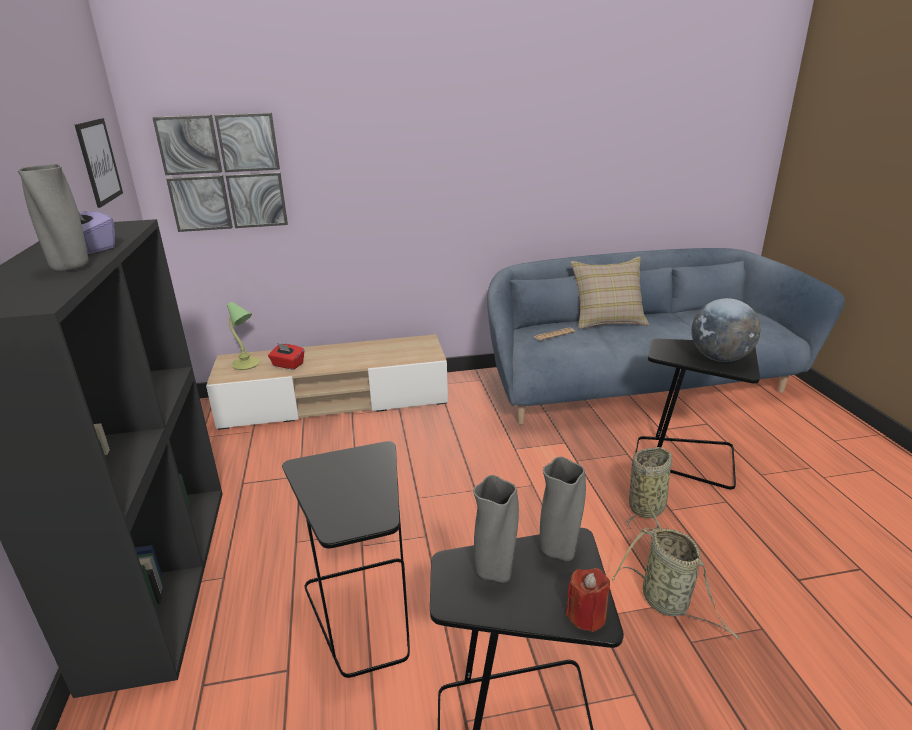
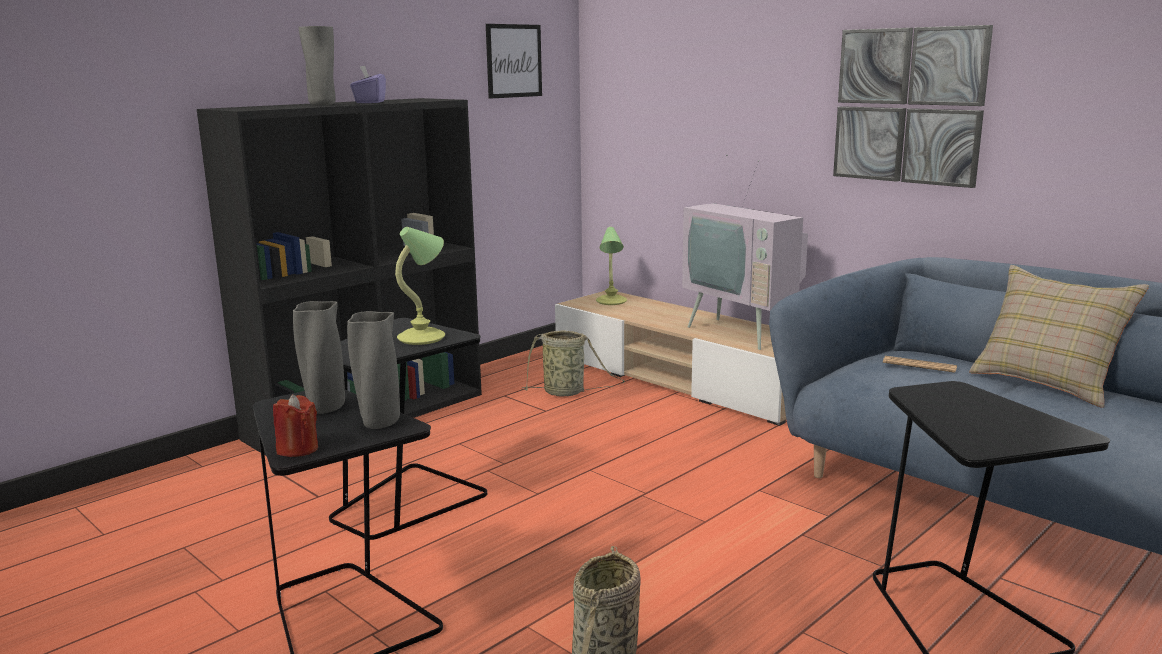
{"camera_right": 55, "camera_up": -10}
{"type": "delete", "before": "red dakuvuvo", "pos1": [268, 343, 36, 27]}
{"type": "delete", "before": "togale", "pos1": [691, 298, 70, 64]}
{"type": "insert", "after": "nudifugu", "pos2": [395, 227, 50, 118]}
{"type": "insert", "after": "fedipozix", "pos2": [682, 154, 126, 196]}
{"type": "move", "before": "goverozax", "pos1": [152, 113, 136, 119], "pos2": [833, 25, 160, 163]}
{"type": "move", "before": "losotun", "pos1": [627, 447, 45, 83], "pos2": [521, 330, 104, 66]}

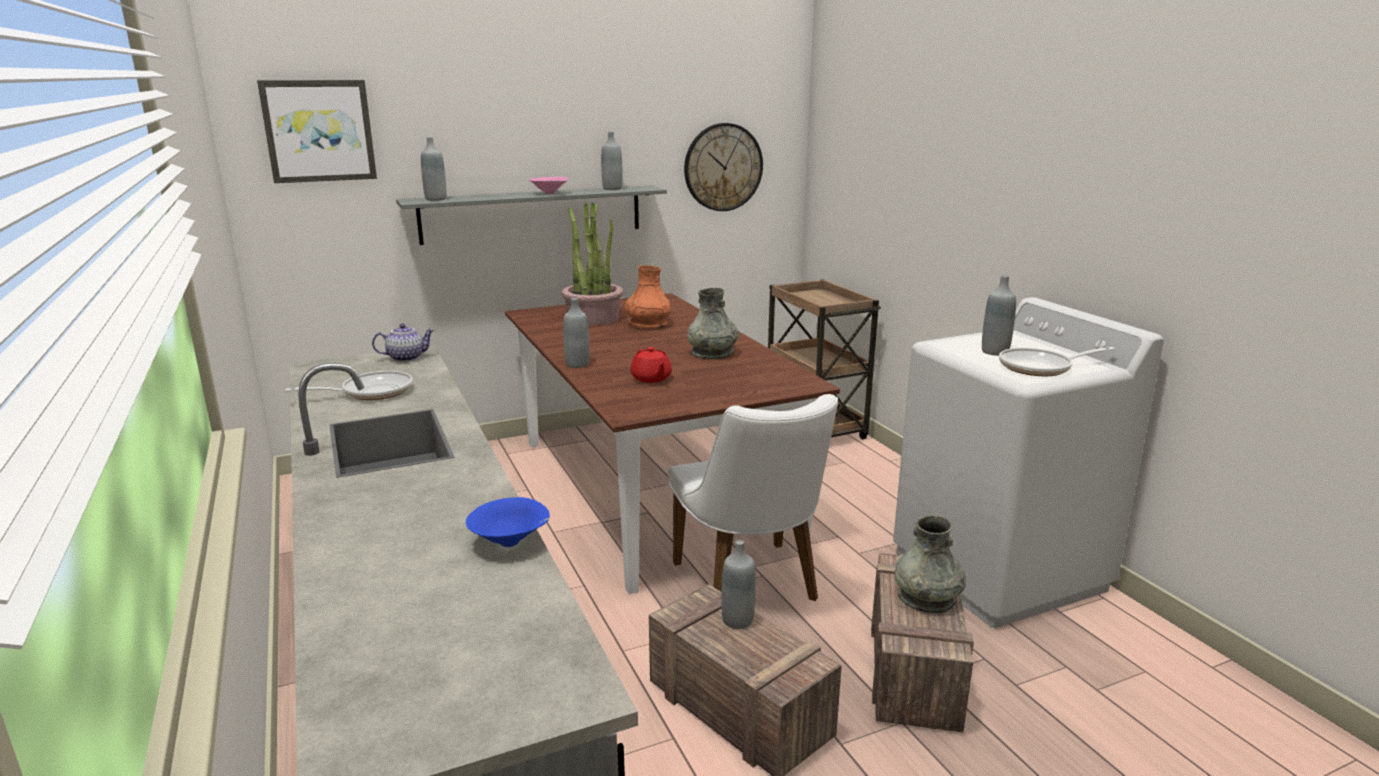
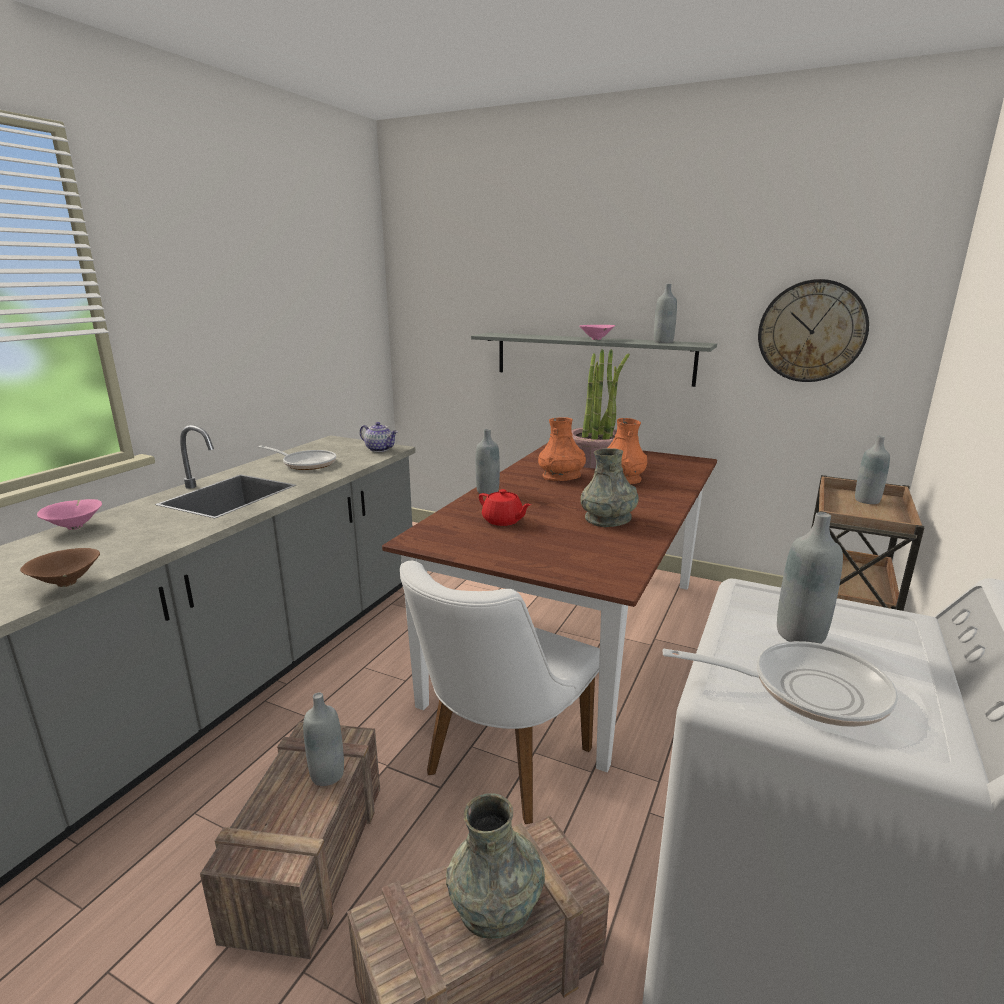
{"camera_right": 50, "camera_up": 0}
{"type": "delete", "before": "goverozax", "pos1": [257, 80, 120, 103]}
{"type": "insert", "after": "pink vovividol", "pos2": [37, 499, 65, 31]}
{"type": "insert", "after": "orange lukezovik", "pos2": [538, 417, 48, 64]}
{"type": "move", "before": "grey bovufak", "pos1": [421, 137, 26, 64], "pos2": [855, 436, 35, 68]}
{"type": "recolor", "before": "blue vovividol", "after": "brown vovividol", "pos1": [466, 497, 84, 50], "pos2": [20, 548, 80, 39]}
{"type": "rotate", "before": "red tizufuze", "pos1": [630, 347, 42, 36], "pos2": [479, 489, 52, 37], "turn": -75}
{"type": "rotate", "before": "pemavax", "pos1": [999, 347, 116, 29], "pos2": [663, 641, 235, 86], "turn": 150}

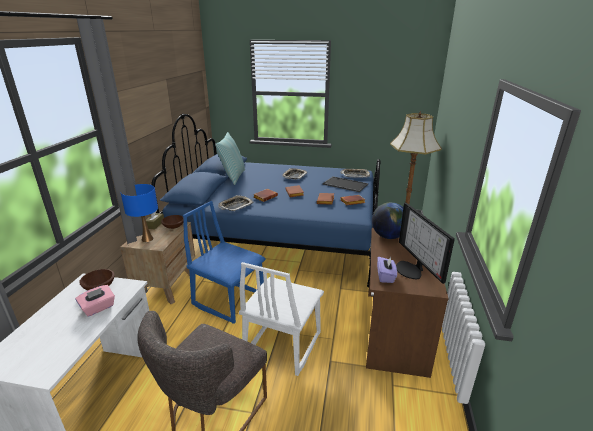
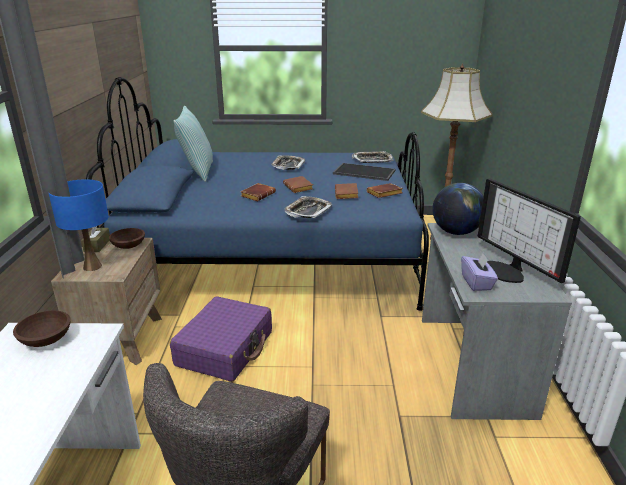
{"camera_right": -10, "camera_up": 0}
{"type": "delete", "before": "pink dakuvuvo", "pos1": [75, 285, 40, 32]}
{"type": "delete", "before": "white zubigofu", "pos1": [239, 262, 85, 114]}
{"type": "move", "before": "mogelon", "pos1": [218, 195, 35, 16], "pos2": [284, 196, 48, 22]}
{"type": "replace", "before": "blue zubigofu", "after": "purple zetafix", "pos1": [183, 201, 83, 123], "pos2": [170, 296, 102, 86]}
{"type": "recolor", "before": "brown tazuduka", "after": "grey tazuduka", "pos1": [366, 228, 83, 150], "pos2": [422, 223, 150, 197]}

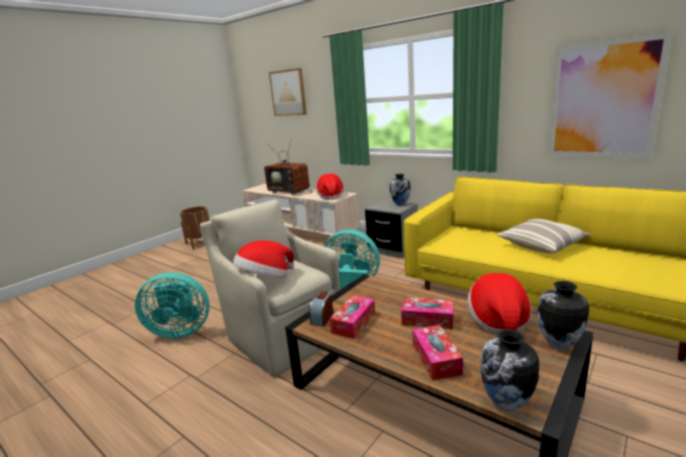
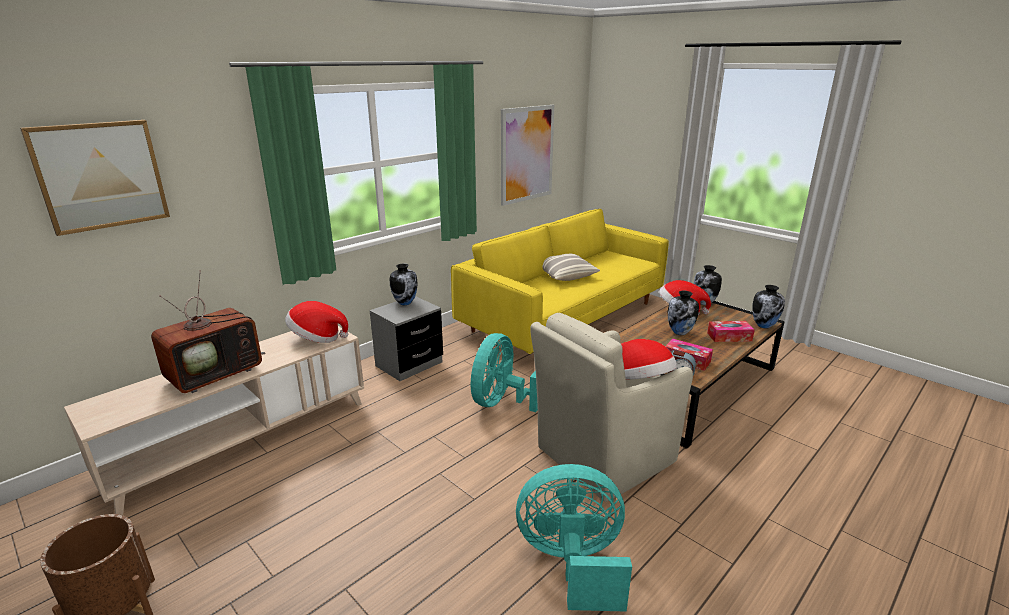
{"camera_right": -85, "camera_up": 5}
{"type": "replace", "before": "dakuvuvo", "after": "lukezovik", "pos1": [401, 297, 53, 32], "pos2": [668, 291, 31, 44]}
{"type": "rotate", "before": "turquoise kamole", "pos1": [135, 272, 75, 67], "pos2": [516, 464, 116, 148], "turn": -90}

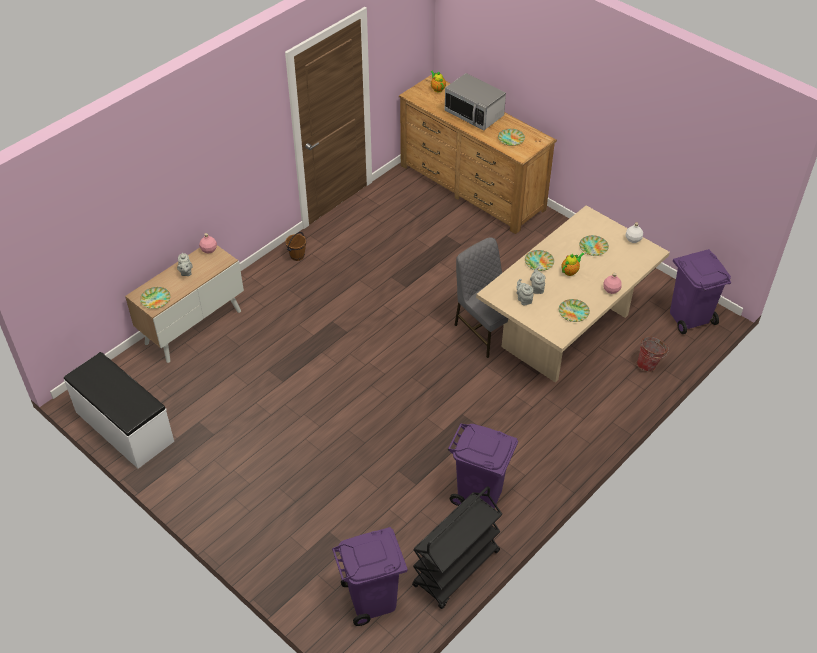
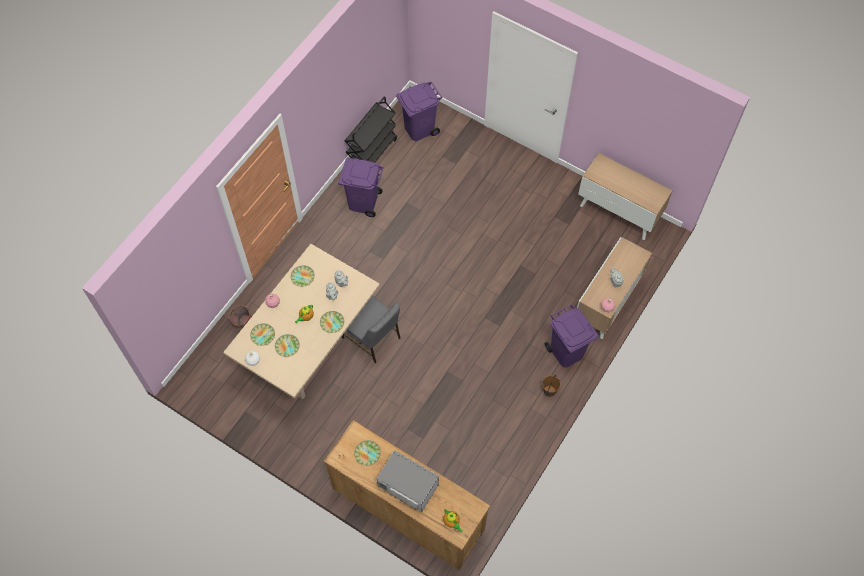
{"camera_right": 170, "camera_up": 15}
{"type": "move", "before": "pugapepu", "pos1": [140, 287, 30, 22], "pos2": [250, 323, 25, 23]}
{"type": "move", "before": "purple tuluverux", "pos1": [670, 249, 61, 85], "pos2": [545, 304, 54, 64]}
{"type": "replace", "before": "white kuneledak", "after": "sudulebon", "pos1": [64, 352, 110, 117], "pos2": [578, 153, 94, 87]}

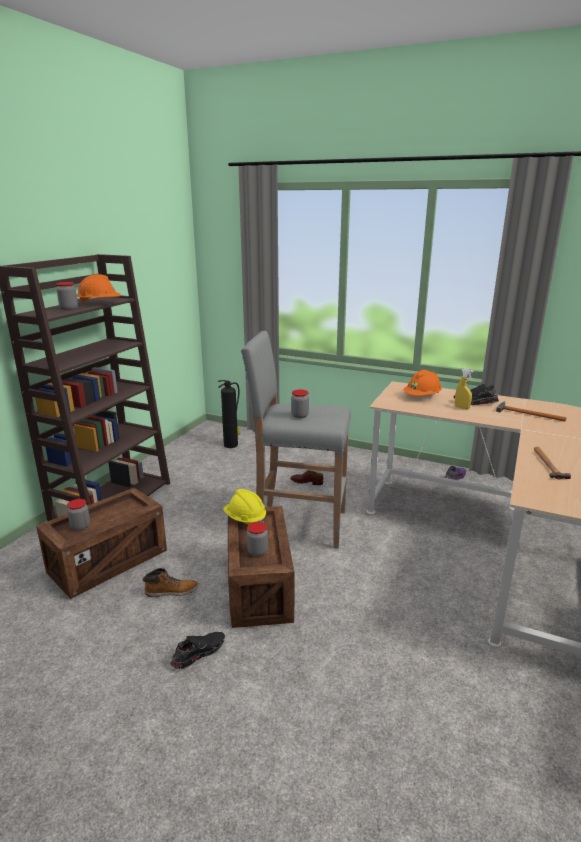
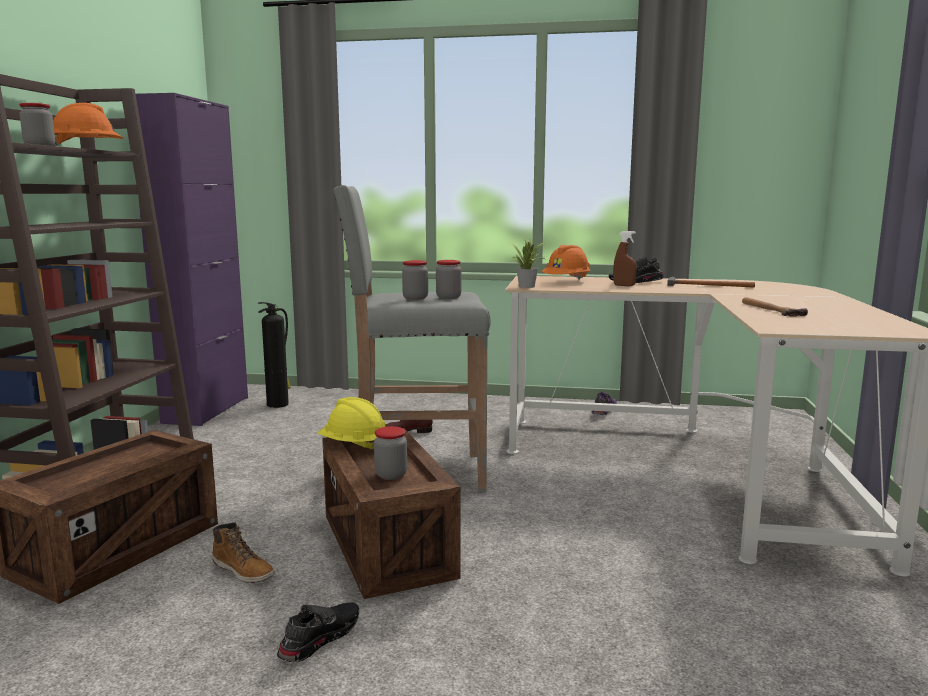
{"camera_right": -15, "camera_up": -10}
{"type": "insert", "after": "purple sudulebon", "pos2": [136, 93, 112, 333]}
{"type": "insert", "after": "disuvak", "pos2": [511, 238, 35, 50]}
{"type": "move", "before": "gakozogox", "pos1": [67, 499, 23, 32], "pos2": [436, 260, 26, 39]}
{"type": "recolor", "before": "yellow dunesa", "after": "brown dunesa", "pos1": [455, 369, 18, 41], "pos2": [613, 231, 24, 55]}
{"type": "rotate", "before": "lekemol", "pos1": [143, 568, 55, 29], "pos2": [212, 522, 63, 61], "turn": 60}

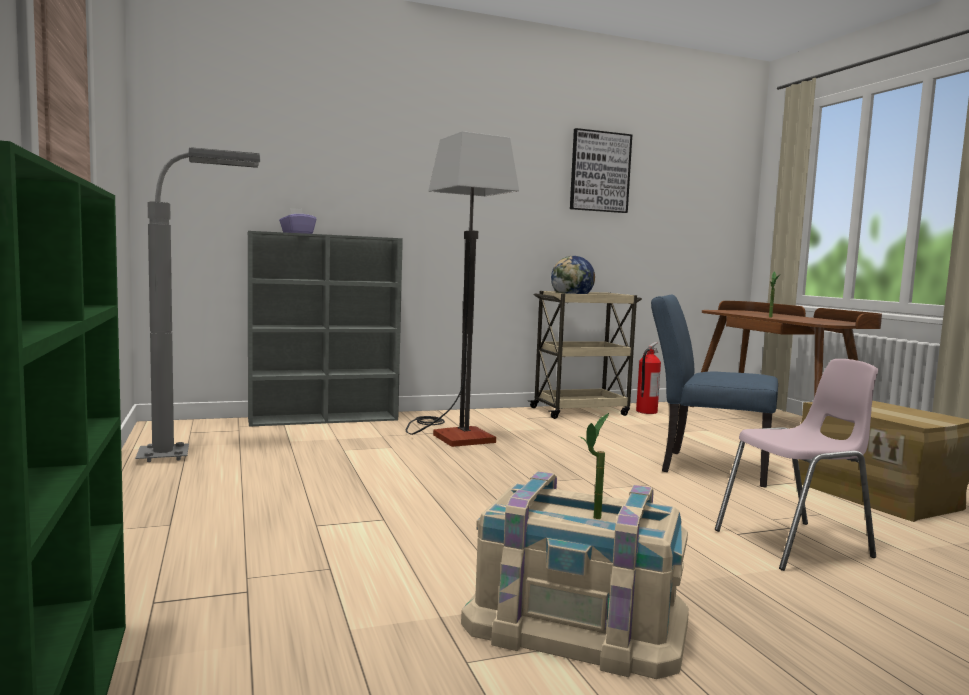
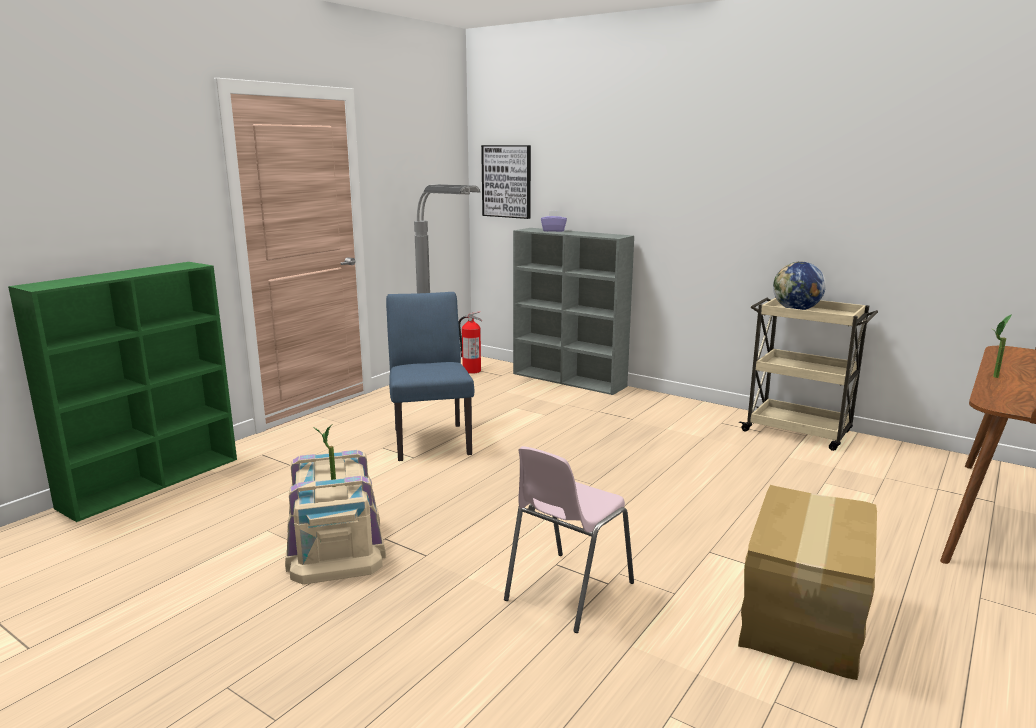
{"camera_right": 55, "camera_up": 10}
{"type": "delete", "before": "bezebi", "pos1": [406, 131, 113, 316]}
{"type": "move", "before": "goverozax", "pos1": [570, 128, 62, 85], "pos2": [481, 145, 50, 74]}
{"type": "move", "before": "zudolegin", "pos1": [636, 342, 25, 72], "pos2": [459, 311, 24, 63]}
{"type": "move", "before": "blue zubigofu", "pos1": [651, 295, 127, 193], "pos2": [386, 292, 88, 169]}
{"type": "rotate", "before": "pink zubigofu", "pos1": [715, 359, 163, 212], "pos2": [504, 446, 130, 187], "turn": 90}

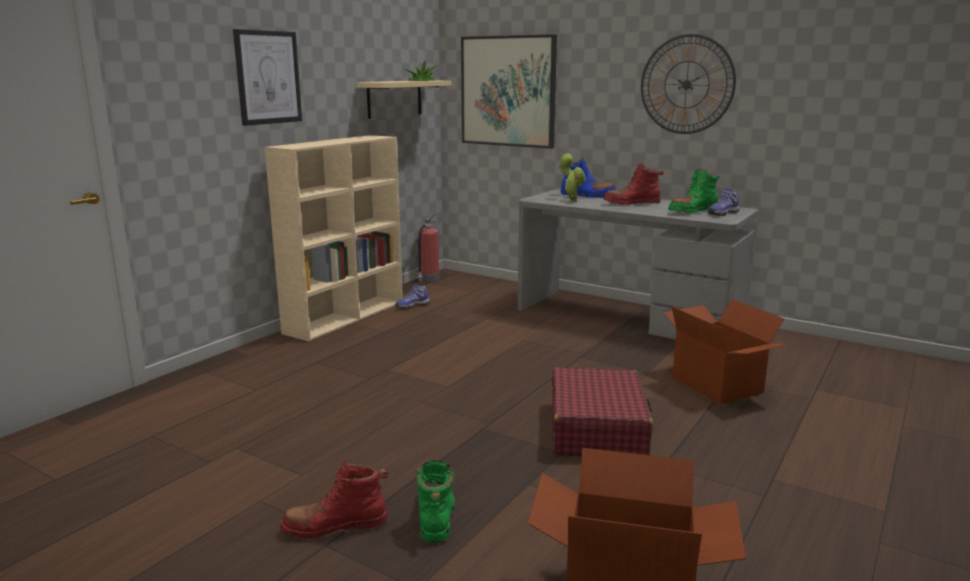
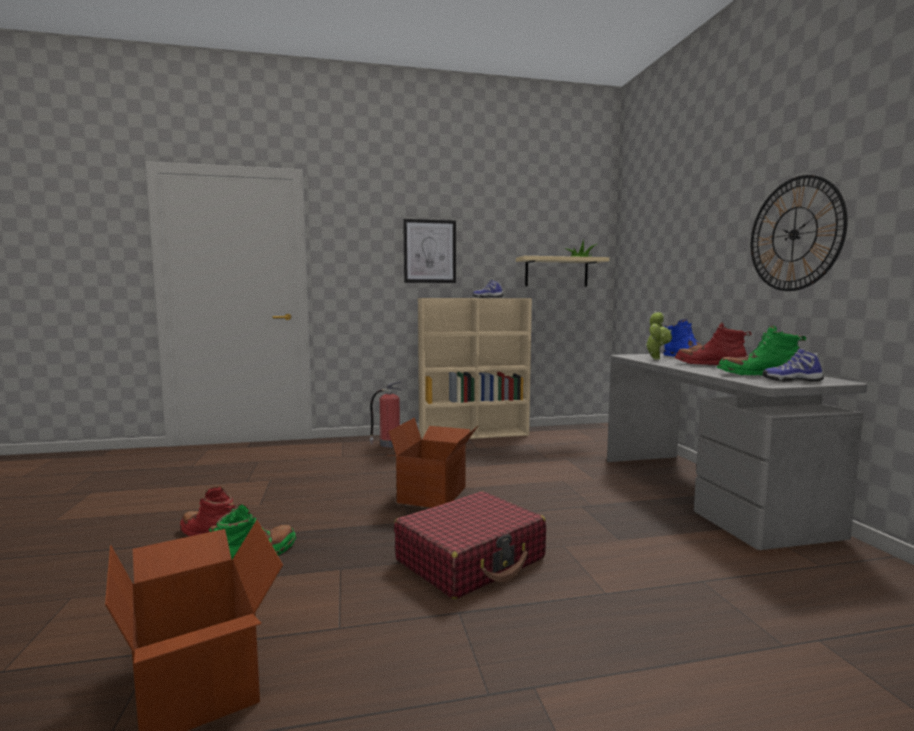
{"camera_right": 45, "camera_up": -10}
{"type": "delete", "before": "goverozax", "pos1": [461, 34, 96, 115]}
{"type": "move", "before": "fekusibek", "pos1": [395, 285, 35, 24], "pos2": [472, 279, 32, 19]}
{"type": "move", "before": "zudolegin", "pos1": [418, 214, 22, 68], "pos2": [369, 381, 33, 66]}
{"type": "move", "before": "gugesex", "pos1": [663, 299, 126, 106], "pos2": [389, 418, 89, 90]}

